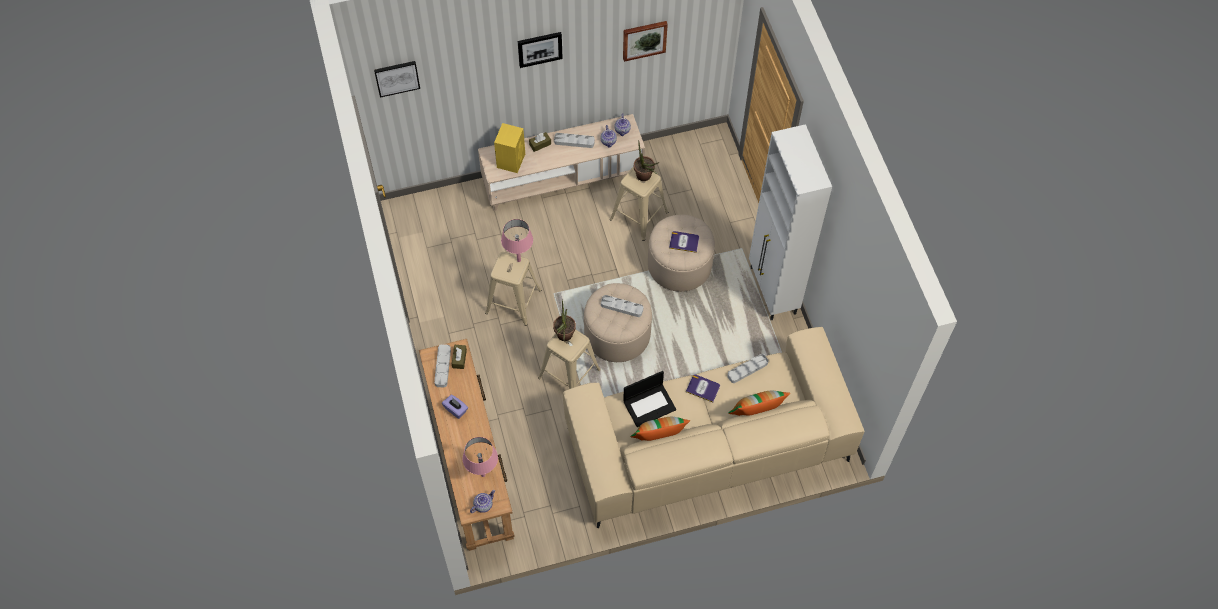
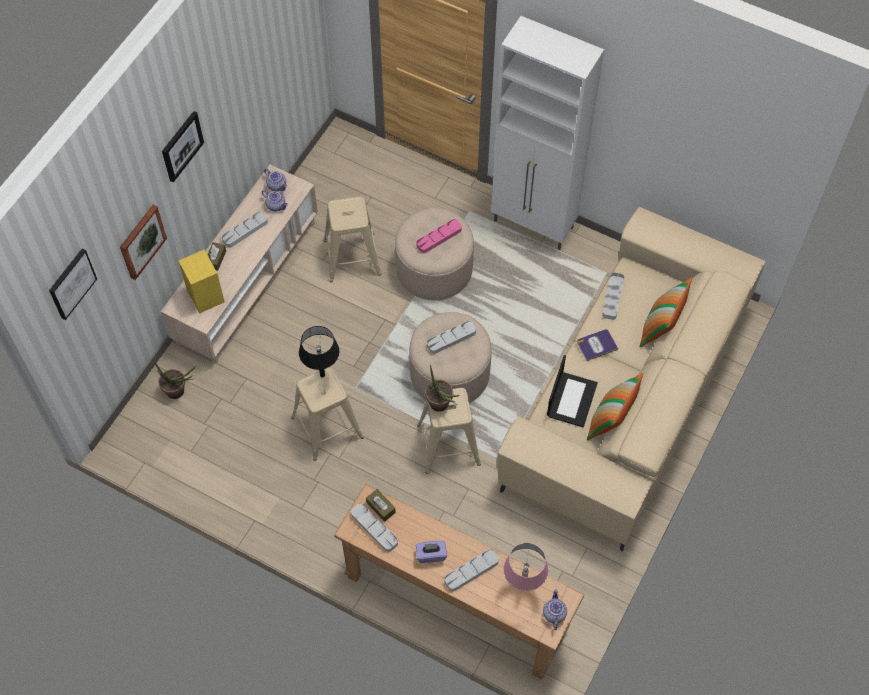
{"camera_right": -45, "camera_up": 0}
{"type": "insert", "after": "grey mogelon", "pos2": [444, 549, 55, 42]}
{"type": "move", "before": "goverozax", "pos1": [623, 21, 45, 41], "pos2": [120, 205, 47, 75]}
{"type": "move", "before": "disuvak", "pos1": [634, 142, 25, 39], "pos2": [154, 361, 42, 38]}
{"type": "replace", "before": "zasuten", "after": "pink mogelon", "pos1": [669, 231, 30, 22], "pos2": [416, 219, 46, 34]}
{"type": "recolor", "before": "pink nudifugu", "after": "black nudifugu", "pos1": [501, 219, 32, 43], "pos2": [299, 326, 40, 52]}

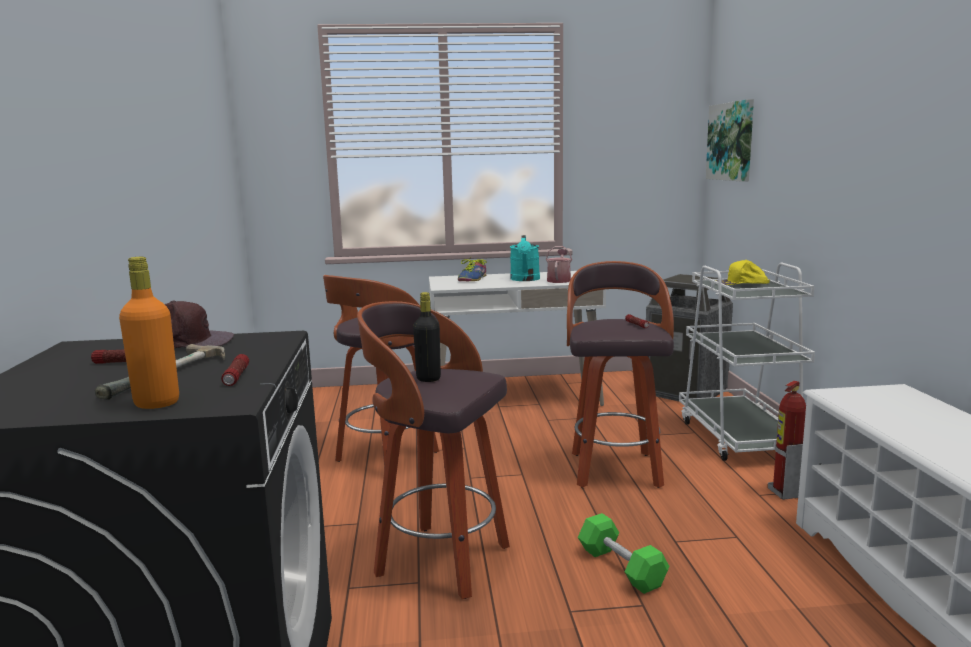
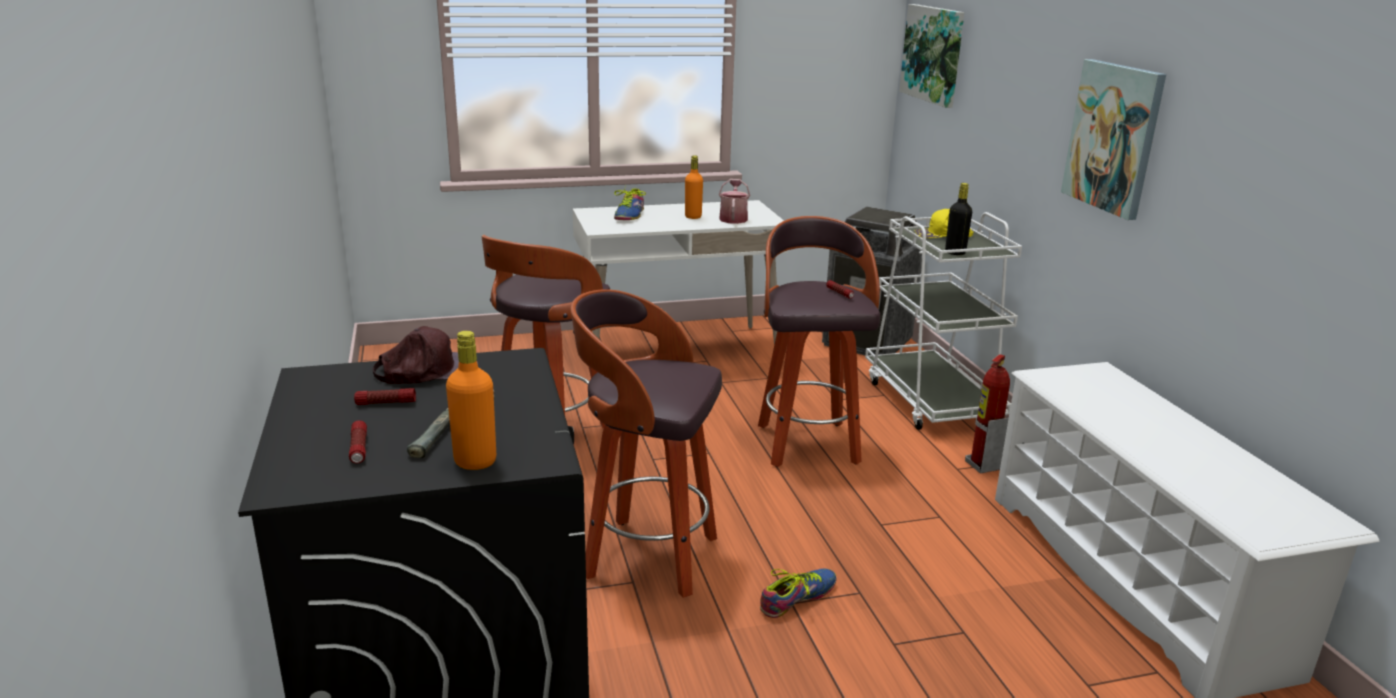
{"camera_right": -10, "camera_up": 10}
{"type": "delete", "before": "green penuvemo", "pos1": [578, 513, 92, 81]}
{"type": "insert", "after": "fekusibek", "pos2": [760, 569, 77, 49]}
{"type": "insert", "after": "goverozax", "pos2": [1061, 59, 105, 161]}
{"type": "move", "before": "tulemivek", "pos1": [221, 354, 28, 32], "pos2": [349, 420, 18, 43]}
{"type": "move", "before": "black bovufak", "pos1": [413, 292, 28, 90], "pos2": [945, 183, 27, 72]}
{"type": "replace", "before": "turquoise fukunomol", "after": "orange bovufak", "pos1": [510, 235, 30, 46], "pos2": [685, 155, 18, 64]}

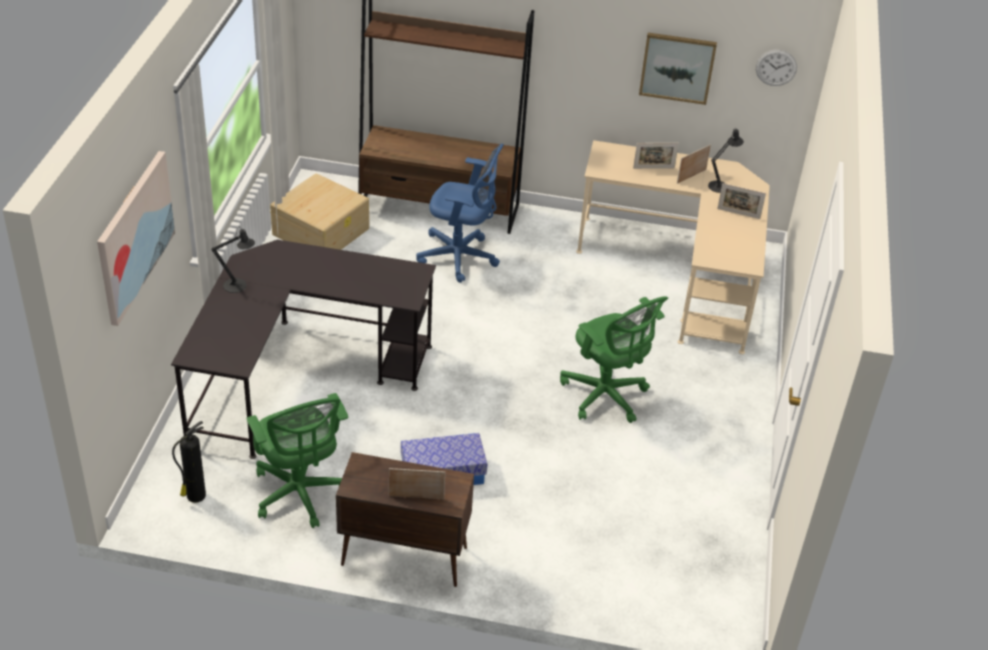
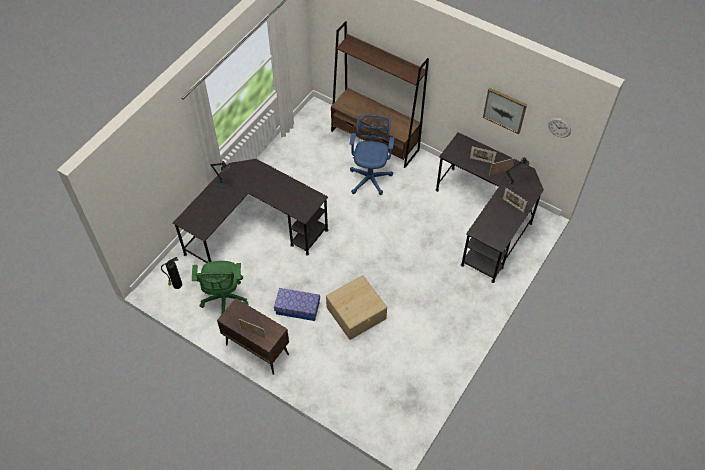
{"camera_right": 25, "camera_up": 15}
{"type": "delete", "before": "goverozax", "pos1": [97, 151, 78, 175]}
{"type": "delete", "before": "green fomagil", "pos1": [560, 296, 108, 127]}
{"type": "move", "before": "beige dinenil", "pos1": [270, 174, 99, 76], "pos2": [326, 275, 61, 65]}
{"type": "recolor", "before": "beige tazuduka", "after": "black tazuduka", "pos1": [576, 140, 194, 214], "pos2": [435, 132, 109, 151]}
{"type": "rotate", "before": "blue fomagil", "pos1": [416, 144, 88, 139], "pos2": [350, 114, 44, 81], "turn": -120}

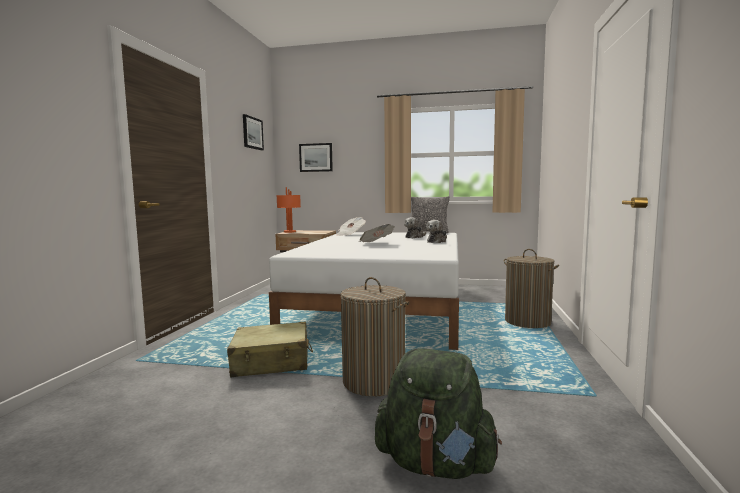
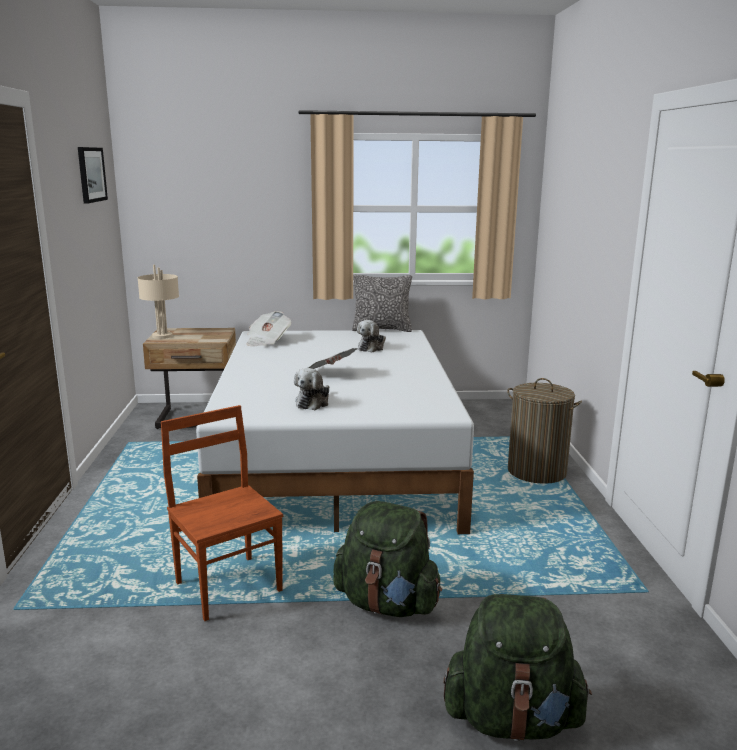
{"camera_right": -15, "camera_up": 10}
{"type": "delete", "before": "goverozax", "pos1": [299, 143, 34, 29]}
{"type": "move", "before": "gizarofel", "pos1": [426, 220, 21, 23], "pos2": [294, 368, 35, 42]}
{"type": "replace", "before": "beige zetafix", "after": "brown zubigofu", "pos1": [227, 322, 86, 55], "pos2": [161, 405, 122, 216]}
{"type": "replace", "before": "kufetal", "after": "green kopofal", "pos1": [340, 277, 69, 119], "pos2": [333, 501, 109, 116]}
{"type": "recolor", "before": "orange nudifugu", "after": "beige nudifugu", "pos1": [276, 187, 25, 46], "pos2": [137, 265, 42, 74]}

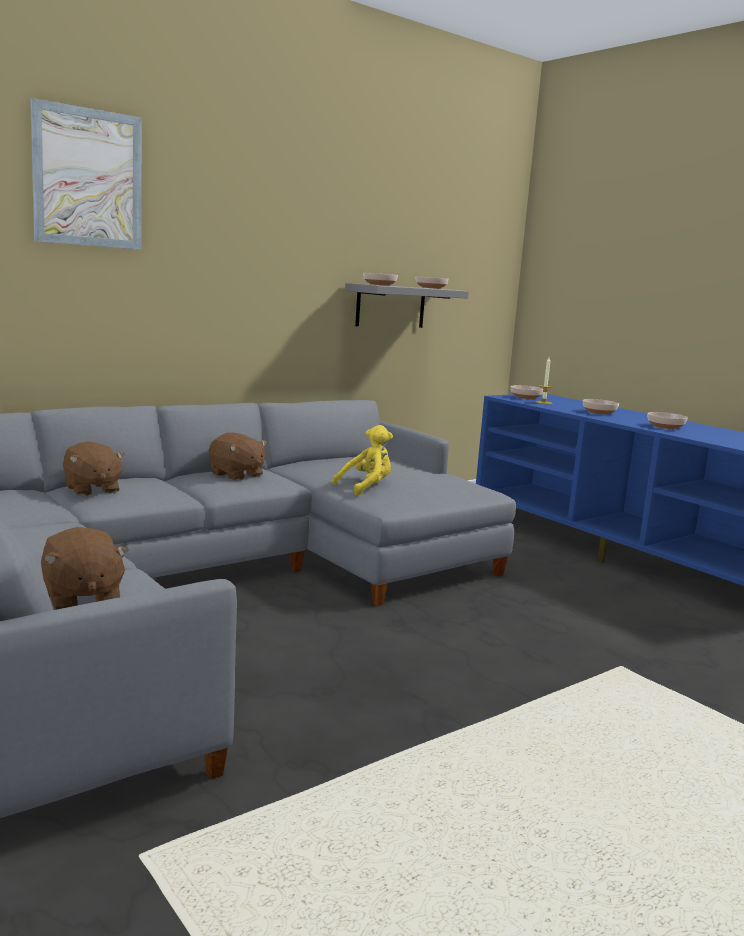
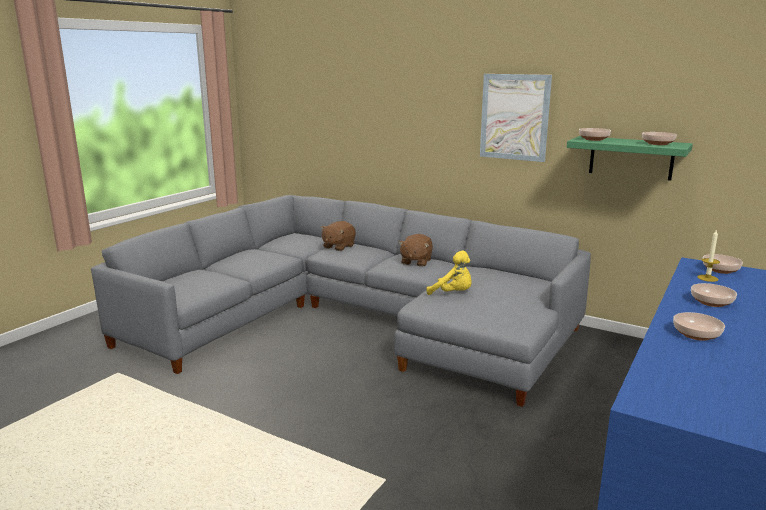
{"camera_right": 70, "camera_up": 5}
{"type": "delete", "before": "brown gizarofel", "pos1": [41, 527, 88, 83]}
{"type": "move", "before": "goverozax", "pos1": [30, 98, 111, 152], "pos2": [480, 74, 72, 88]}
{"type": "recolor", "before": "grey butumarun", "after": "green butumarun", "pos1": [345, 283, 124, 45], "pos2": [567, 136, 126, 45]}

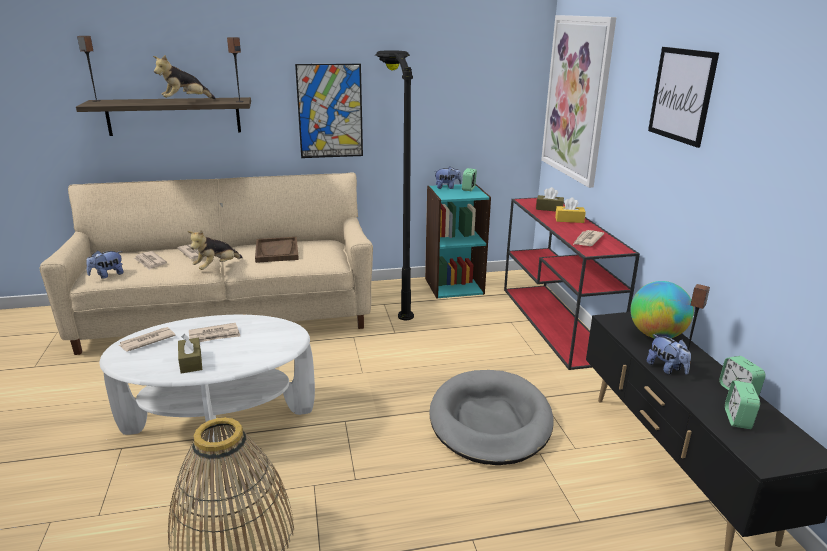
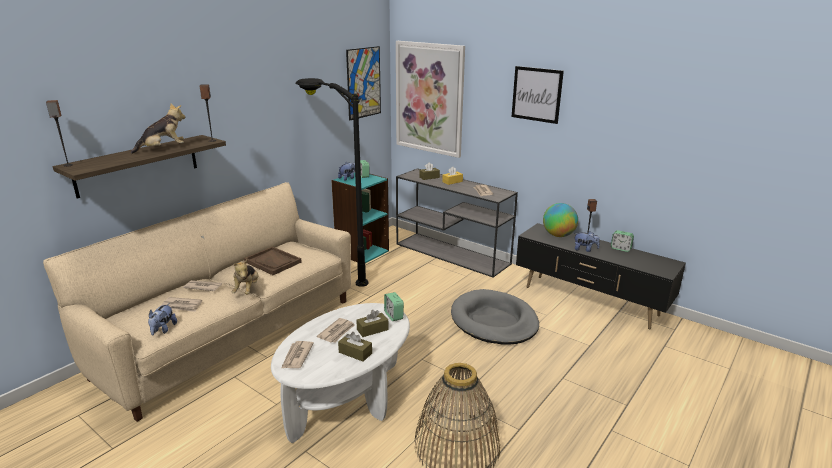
{"camera_right": -40, "camera_up": 0}
{"type": "insert", "after": "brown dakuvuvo", "pos2": [356, 310, 33, 27]}
{"type": "move", "before": "goverozax", "pos1": [295, 64, 68, 94], "pos2": [346, 46, 35, 74]}
{"type": "move", "before": "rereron", "pos1": [725, 380, 35, 49], "pos2": [384, 292, 20, 29]}
{"type": "recolor", "before": "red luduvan", "after": "grey luduvan", "pos1": [504, 197, 136, 173], "pos2": [396, 168, 122, 109]}
{"type": "rotate", "before": "gizarofel", "pos1": [153, 55, 63, 44], "pos2": [131, 103, 54, 51], "turn": -135}

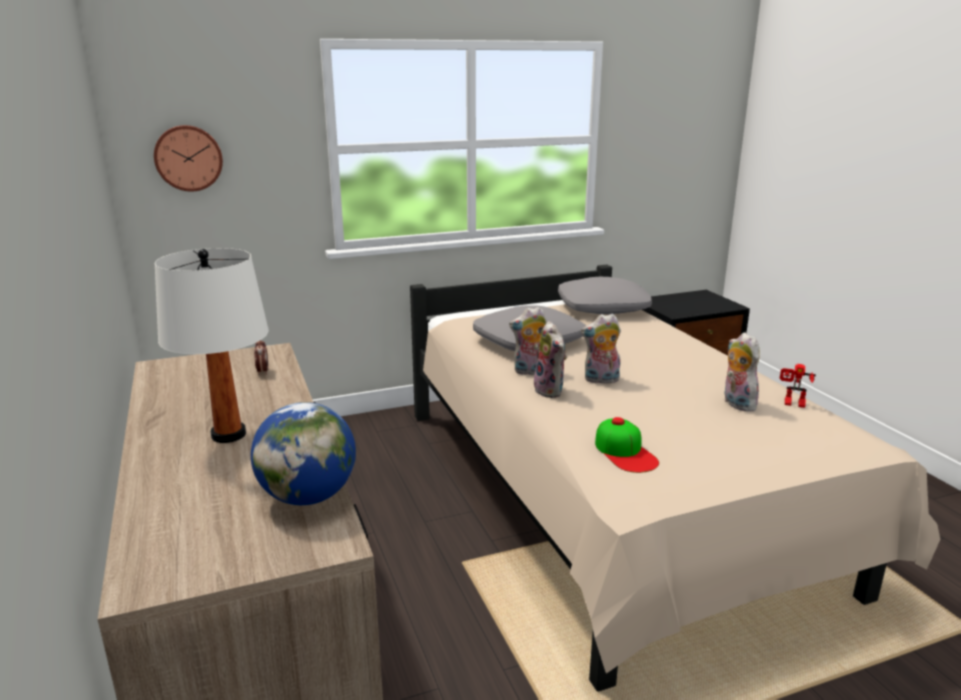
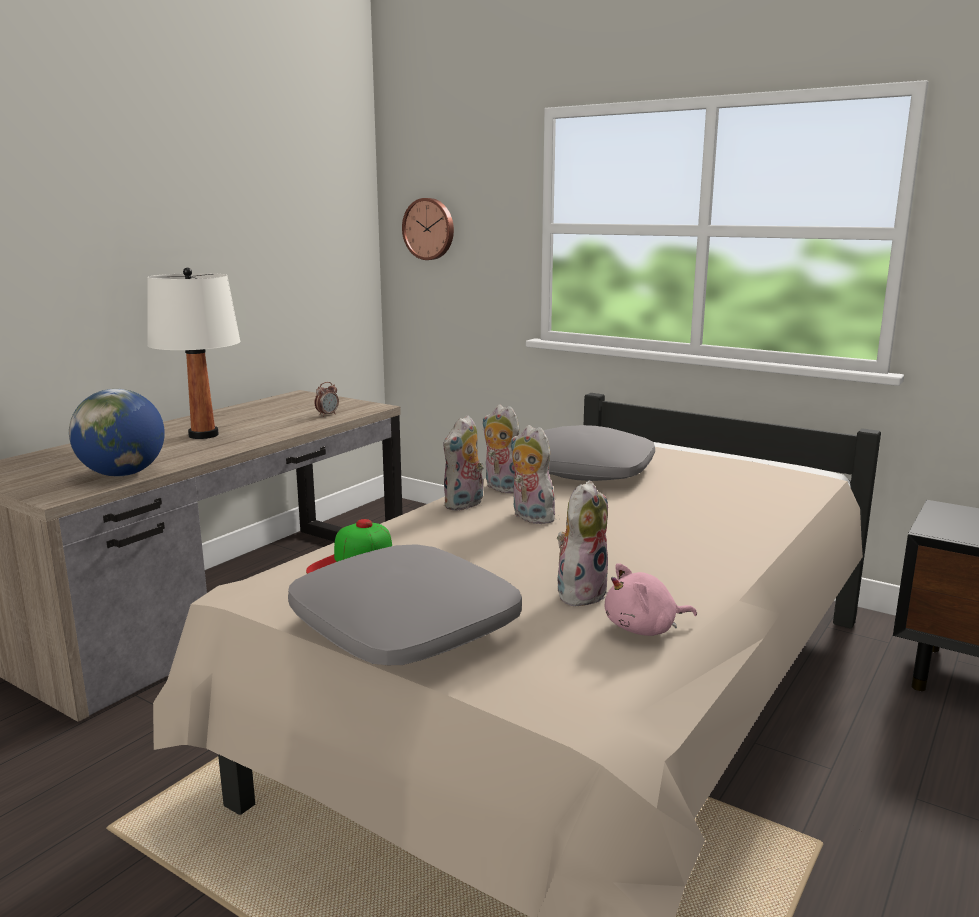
{"camera_right": 55, "camera_up": -5}
{"type": "move", "before": "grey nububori", "pos1": [558, 277, 94, 37], "pos2": [288, 544, 234, 121]}
{"type": "replace", "before": "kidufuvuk", "after": "pink gizarofel", "pos1": [780, 364, 36, 44], "pos2": [605, 563, 92, 73]}

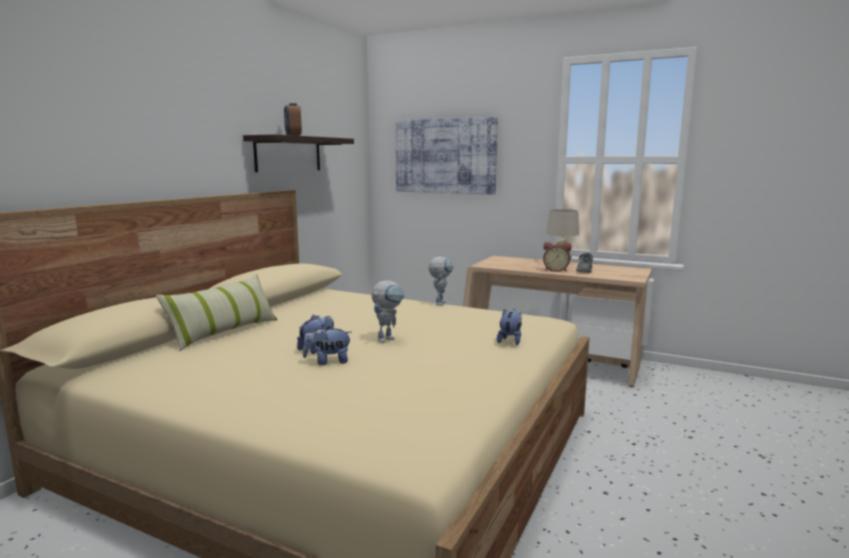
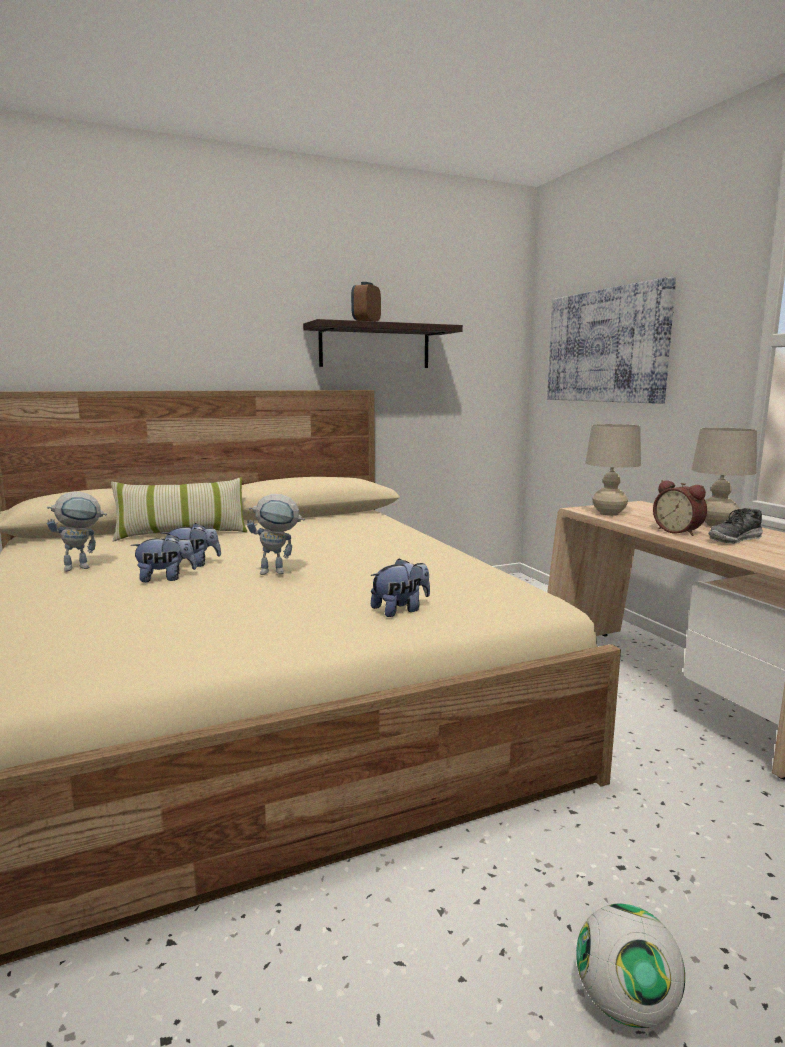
{"camera_right": 40, "camera_up": 0}
{"type": "insert", "after": "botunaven", "pos2": [576, 904, 109, 124]}
{"type": "insert", "after": "beige nudifugu", "pos2": [585, 424, 56, 92]}
{"type": "move", "before": "kidufuvuk", "pos1": [429, 256, 24, 50], "pos2": [47, 492, 60, 80]}
{"type": "rotate", "before": "gizarofel", "pos1": [303, 325, 49, 40], "pos2": [131, 534, 66, 48], "turn": 135}

